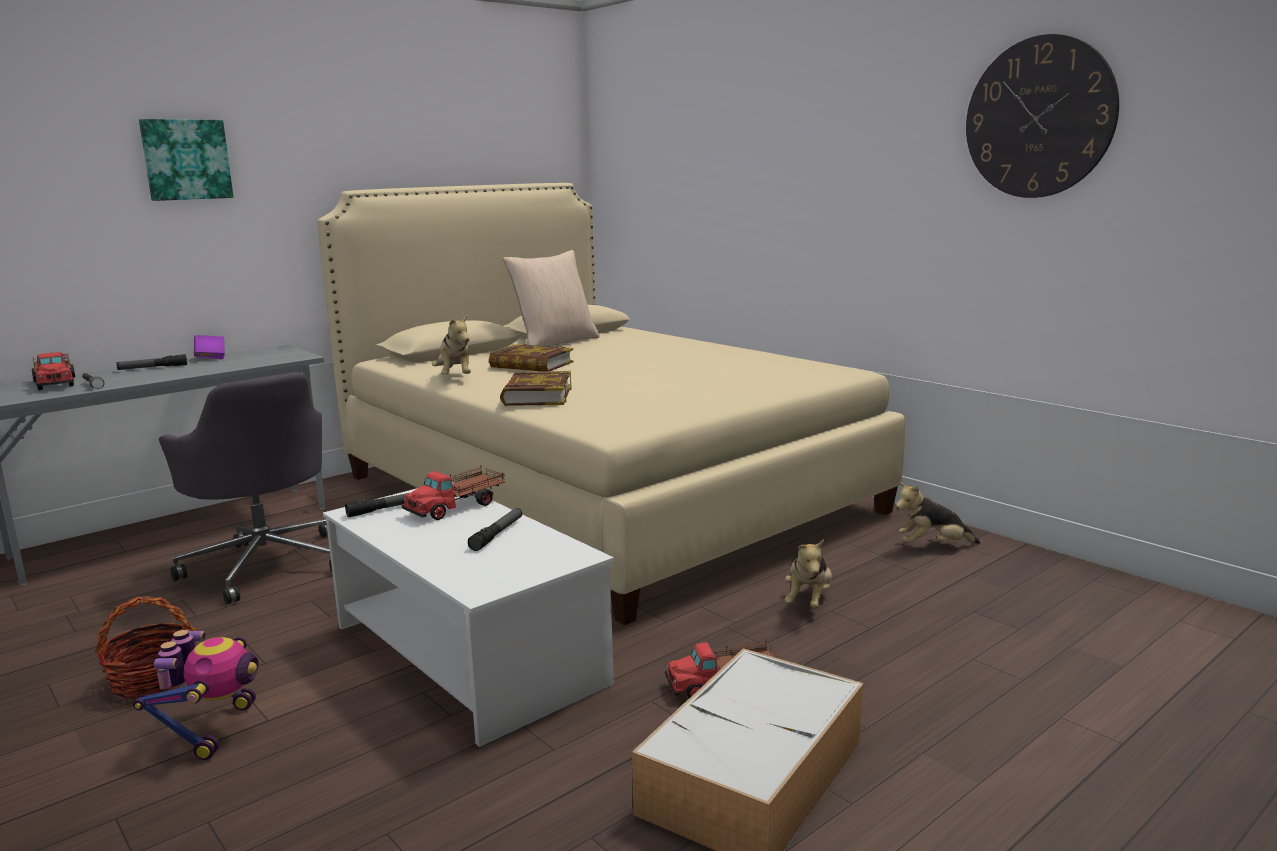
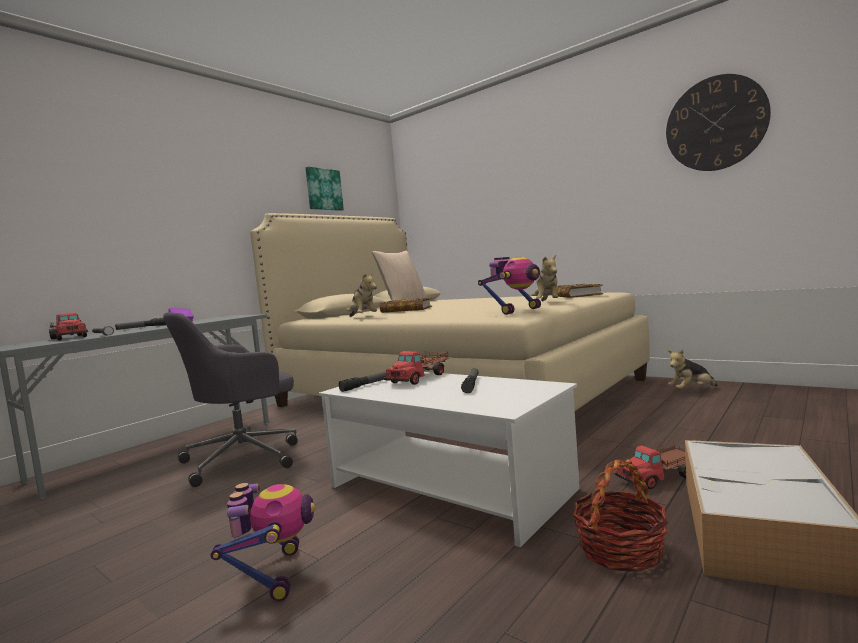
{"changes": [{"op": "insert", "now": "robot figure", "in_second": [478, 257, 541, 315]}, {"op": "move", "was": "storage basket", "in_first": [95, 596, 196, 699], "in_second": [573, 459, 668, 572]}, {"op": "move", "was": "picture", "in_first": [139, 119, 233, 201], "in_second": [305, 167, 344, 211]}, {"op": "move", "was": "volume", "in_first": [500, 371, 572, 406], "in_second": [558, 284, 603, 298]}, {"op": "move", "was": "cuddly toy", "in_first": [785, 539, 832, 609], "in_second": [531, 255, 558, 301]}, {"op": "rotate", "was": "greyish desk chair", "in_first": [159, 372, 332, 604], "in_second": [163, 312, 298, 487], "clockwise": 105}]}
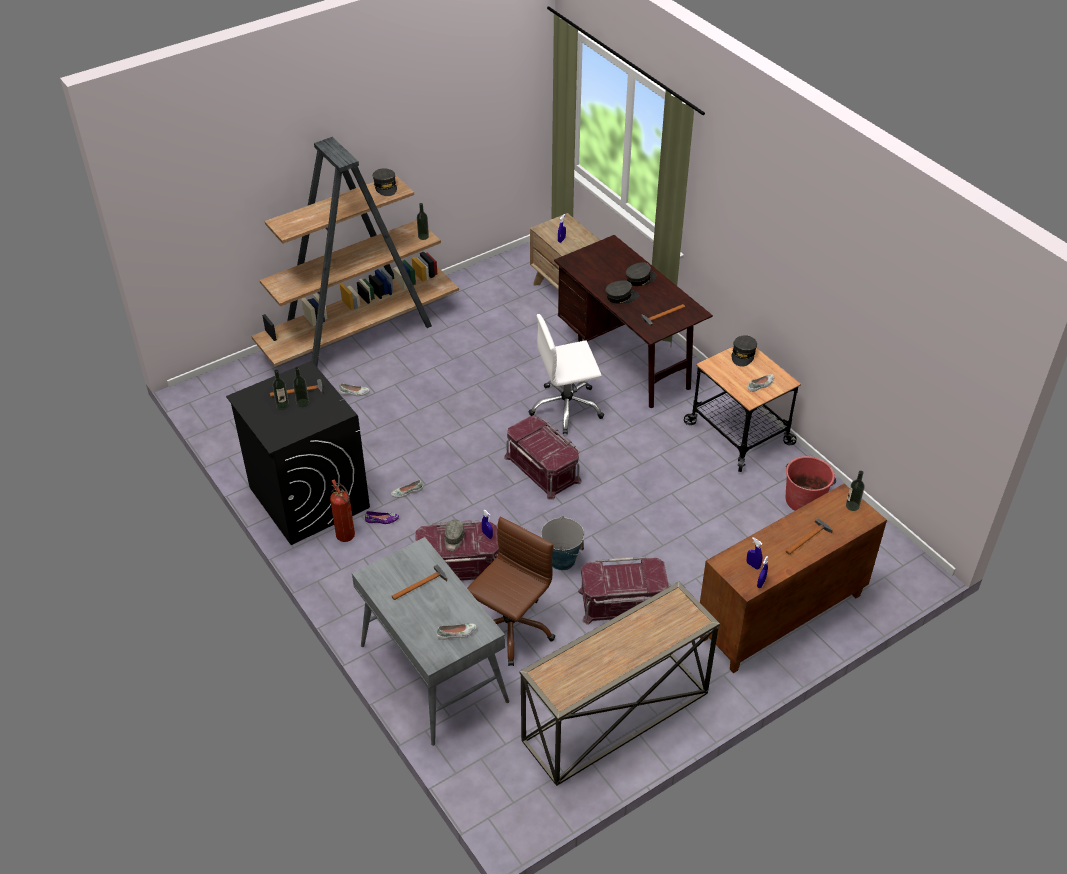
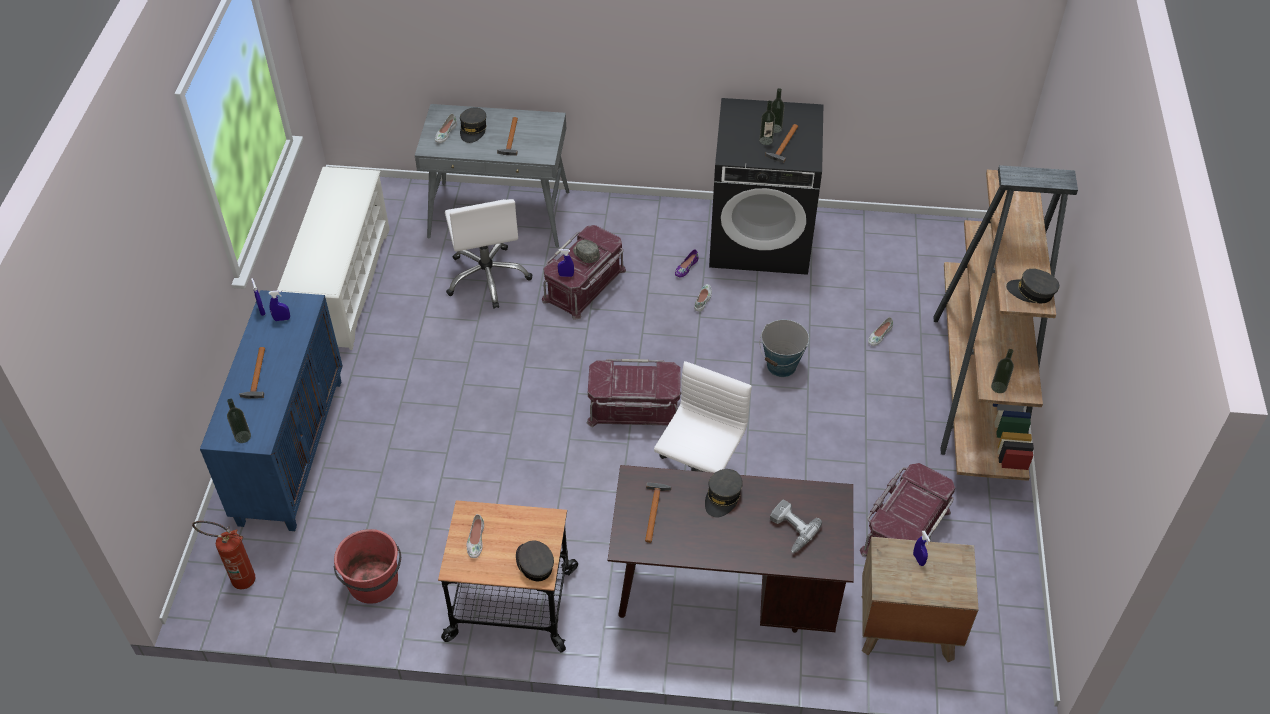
{"changes": [{"op": "insert", "now": "drill", "in_second": [770, 500, 822, 553]}, {"op": "move", "was": "fire extinguisher", "in_first": [330, 479, 355, 542], "in_second": [192, 521, 255, 589]}, {"op": "move", "was": "water bucket", "in_first": [541, 516, 584, 570], "in_second": [759, 319, 809, 377]}, {"op": "move", "was": "red storage container", "in_first": [578, 557, 669, 625], "in_second": [860, 463, 955, 557]}, {"op": "move", "was": "greyish cap", "in_first": [626, 262, 657, 286], "in_second": [460, 107, 487, 143]}, {"op": "replace", "was": "console table", "now": "white shoe stand", "in_first": [519, 582, 720, 786], "in_second": [277, 167, 390, 350]}, {"op": "recolor", "was": "brown-coloured desk chair", "now": "white desk chair", "in_first": [467, 517, 555, 666], "in_second": [445, 199, 532, 309]}, {"op": "recolor", "was": "brown-coloured storage cabinet", "now": "blue-coloured storage cabinet", "in_first": [700, 484, 887, 673], "in_second": [200, 290, 343, 531]}]}
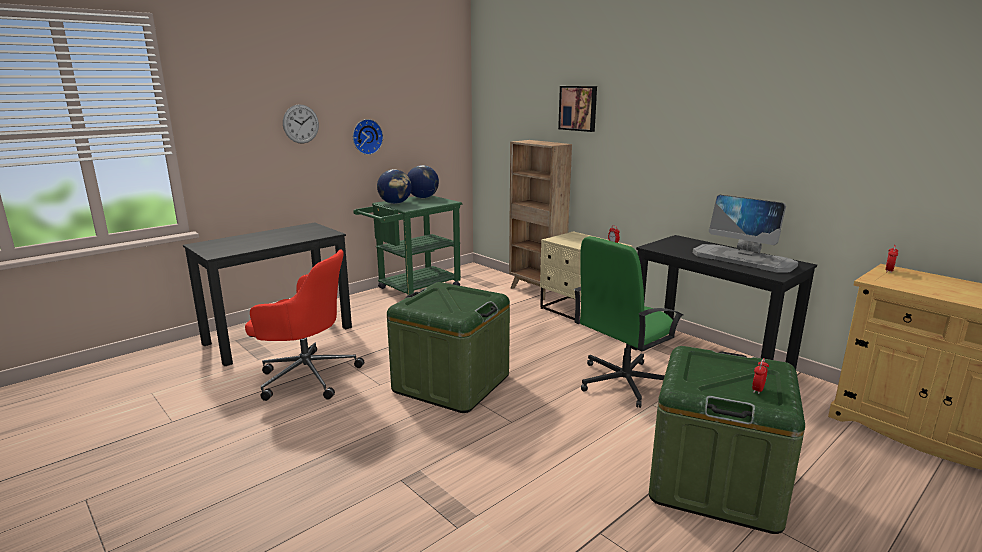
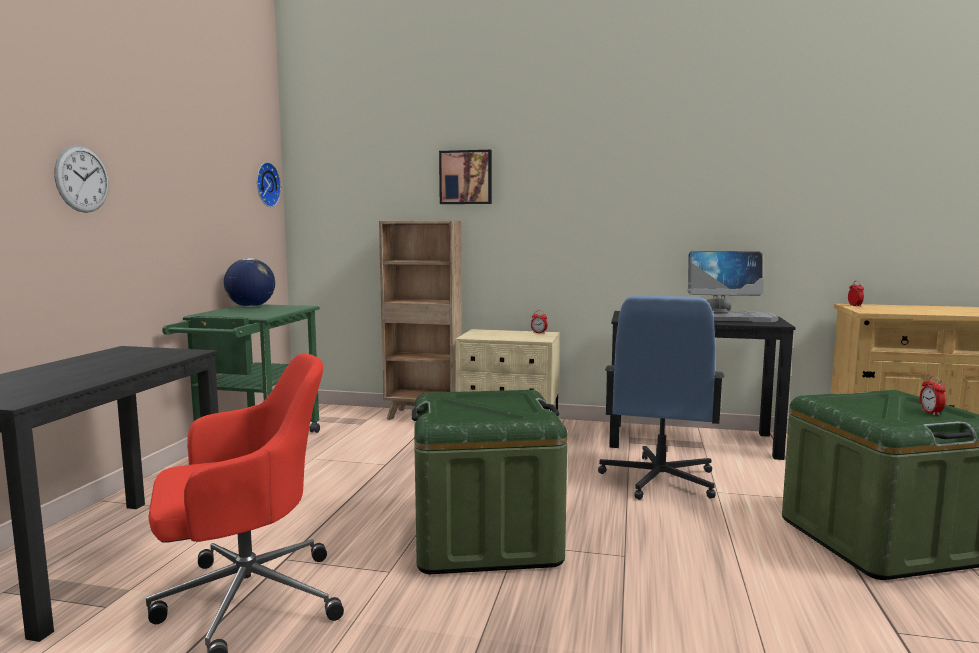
{"changes": [{"op": "delete", "was": "world globe", "in_first": [377, 169, 412, 204]}, {"op": "move", "was": "clock on the wall", "in_first": [353, 119, 383, 155], "in_second": [257, 162, 281, 207]}, {"op": "recolor", "was": "green desk chair", "now": "blue-coloured desk chair", "in_first": [574, 236, 683, 408], "in_second": [598, 295, 724, 500]}]}
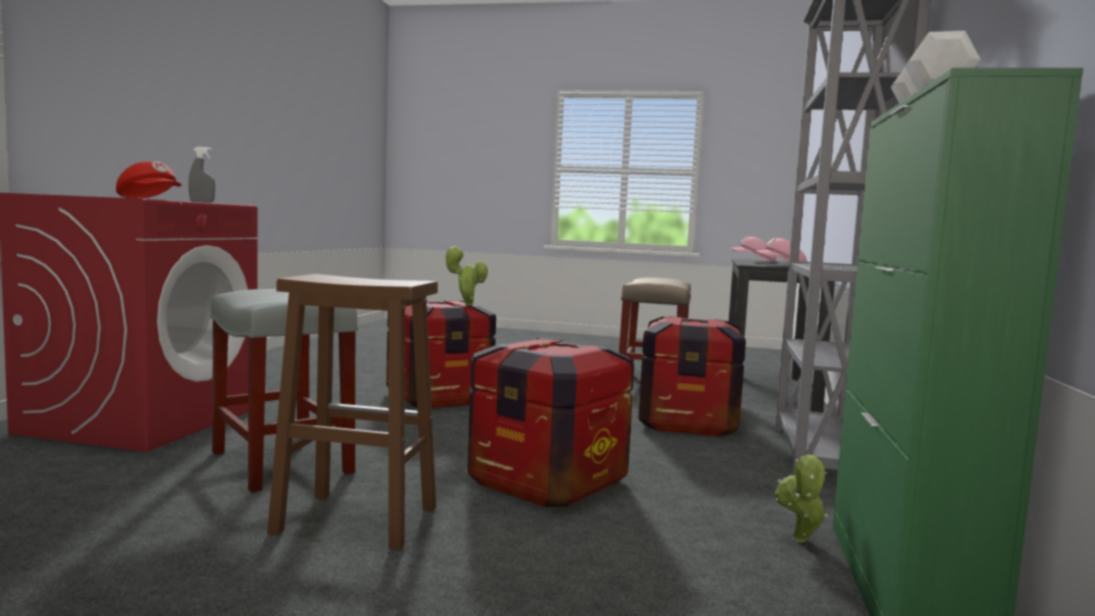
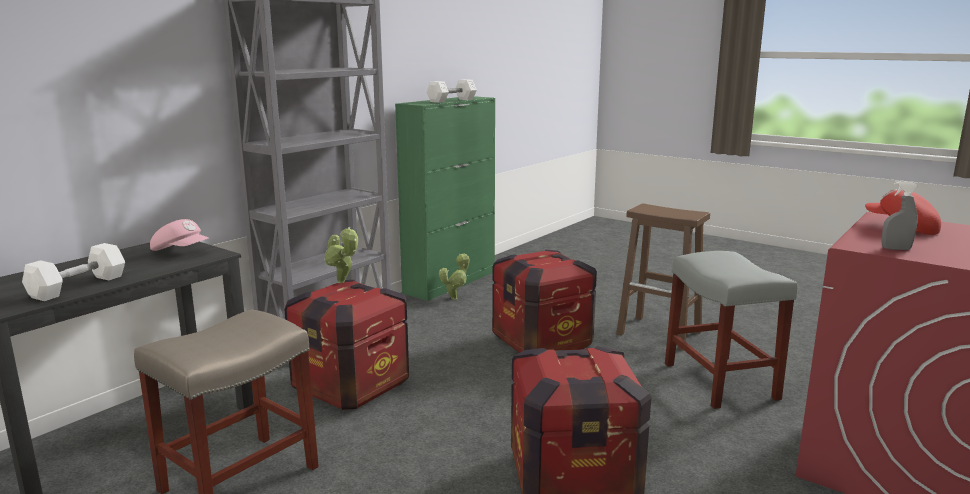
{"changes": [{"op": "move", "was": "potted plant", "in_first": [445, 246, 488, 306], "in_second": [324, 227, 358, 283]}, {"op": "replace", "was": "pink cap", "now": "white free weight", "in_first": [730, 236, 776, 262], "in_second": [22, 243, 125, 301]}]}
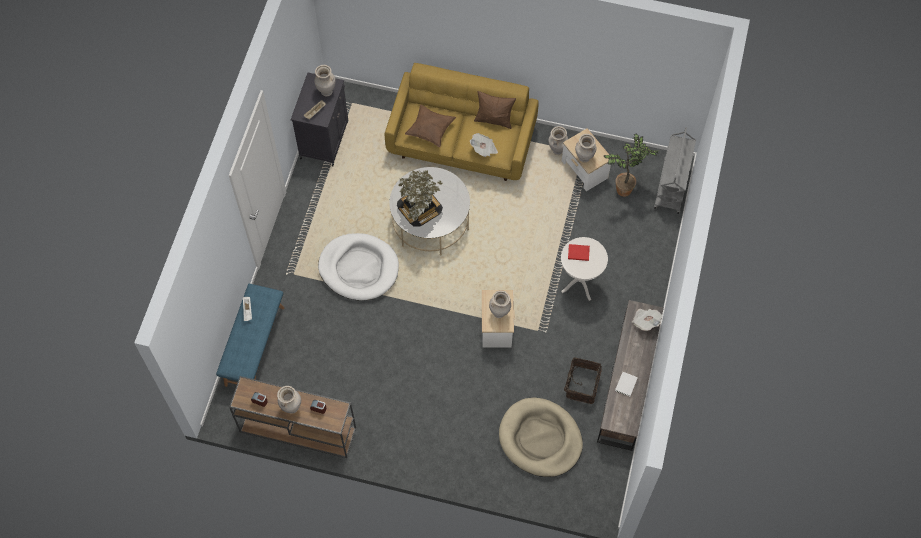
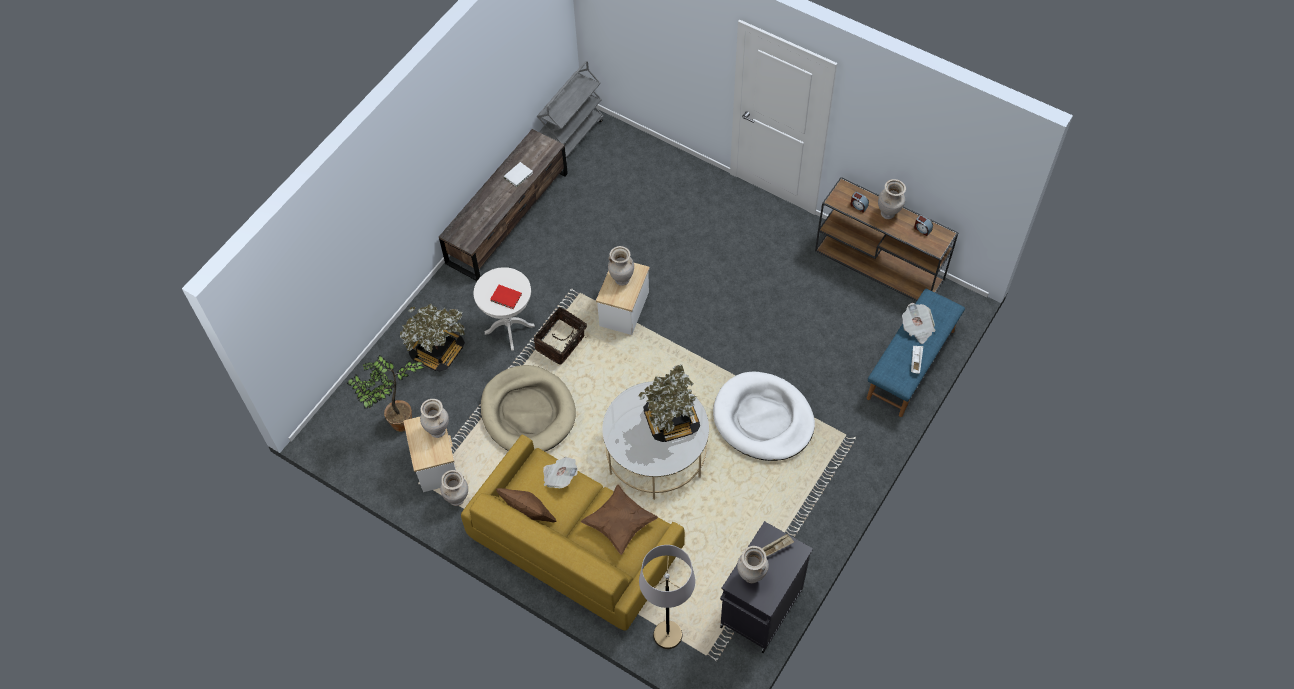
{"changes": [{"op": "insert", "now": "potted plant", "in_second": [400, 304, 465, 371]}, {"op": "insert", "now": "greyish floor lamp", "in_second": [639, 545, 695, 649]}, {"op": "move", "was": "beige pet bed", "in_first": [499, 397, 583, 477], "in_second": [481, 365, 576, 451]}, {"op": "move", "was": "storage basket", "in_first": [564, 357, 602, 404], "in_second": [534, 307, 587, 365]}, {"op": "move", "was": "printed paper", "in_first": [632, 309, 662, 331], "in_second": [902, 303, 936, 344]}, {"op": "move", "was": "greyish trolley", "in_first": [654, 127, 696, 214], "in_second": [537, 61, 603, 162]}]}
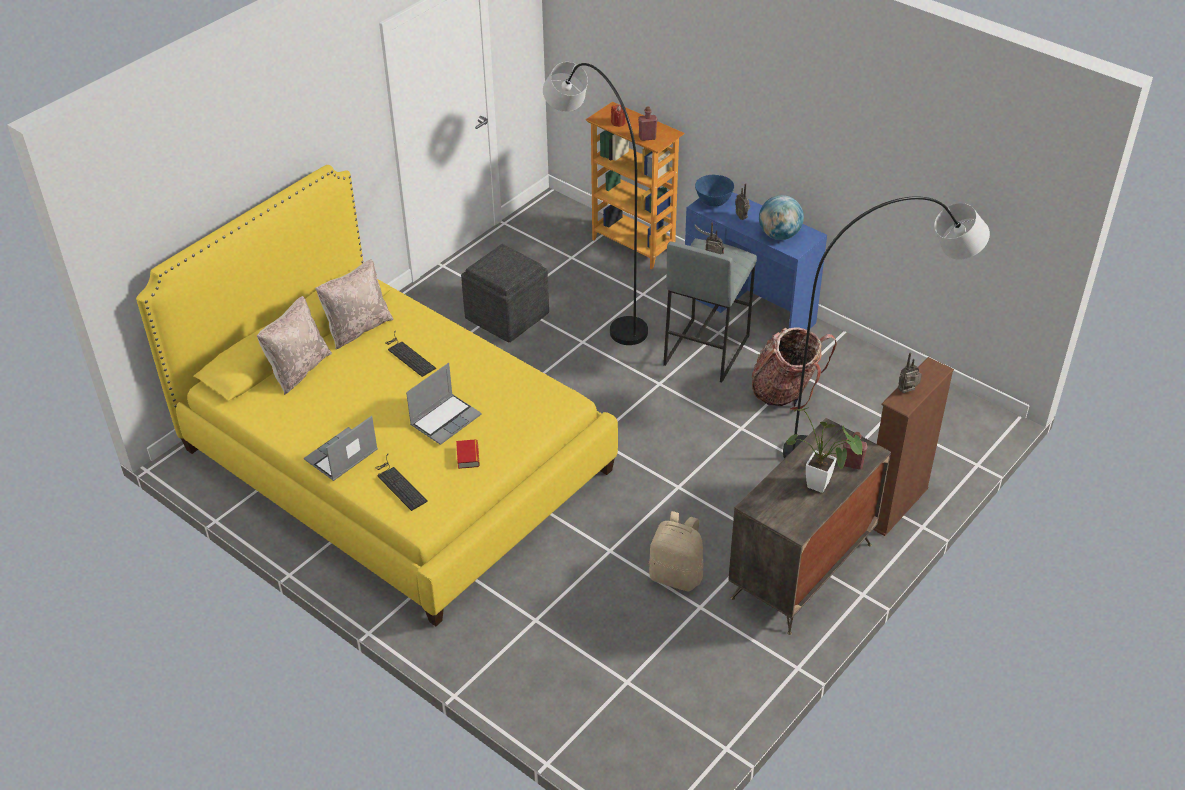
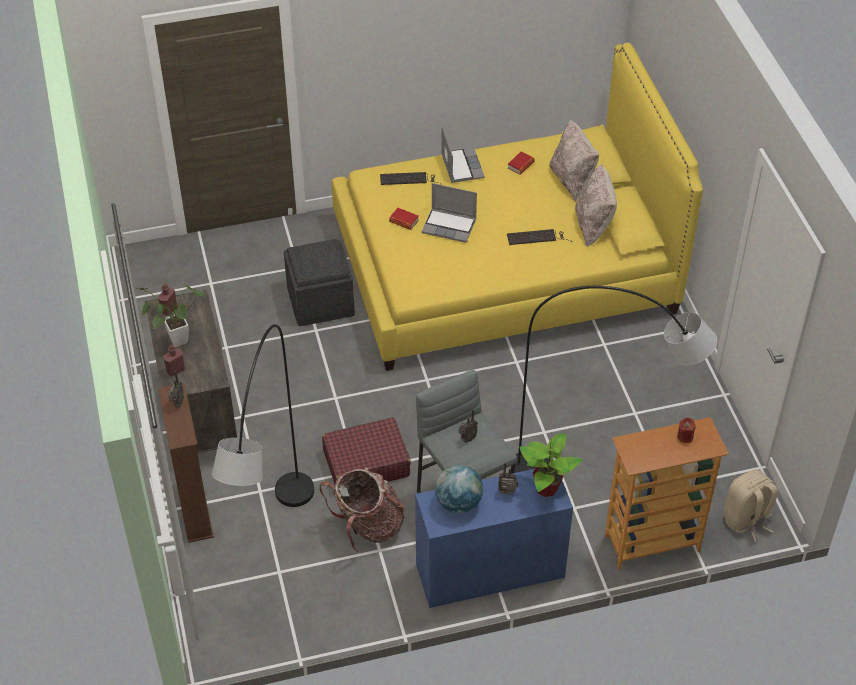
{"changes": [{"op": "insert", "now": "red piece of luggage", "in_second": [322, 417, 411, 484]}, {"op": "insert", "now": "volume", "in_second": [507, 151, 534, 175]}, {"op": "move", "was": "greyish ottoman", "in_first": [461, 244, 549, 342], "in_second": [284, 239, 355, 326]}, {"op": "move", "was": "red drink bottle", "in_first": [638, 106, 657, 141], "in_second": [158, 284, 177, 316]}, {"op": "move", "was": "beige rucksack", "in_first": [649, 511, 703, 591], "in_second": [723, 469, 778, 542]}, {"op": "replace", "was": "blue-coloured bowl", "now": "potted plant", "in_first": [695, 175, 734, 206], "in_second": [519, 433, 583, 497]}, {"op": "rotate", "was": "portable computer", "in_first": [406, 363, 481, 445], "in_second": [422, 183, 477, 243], "clockwise": -60}]}
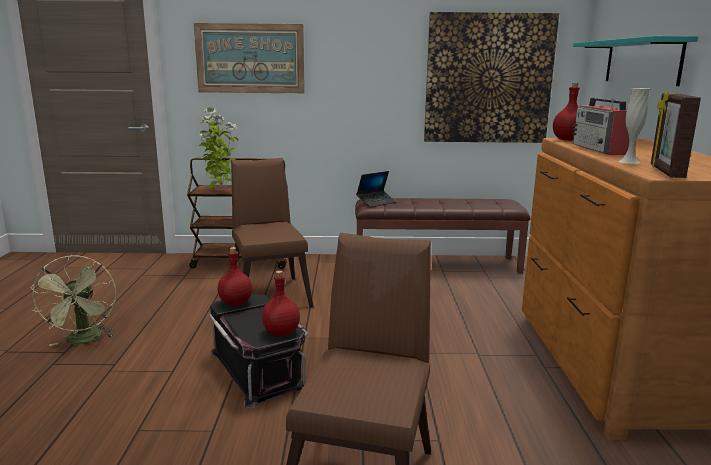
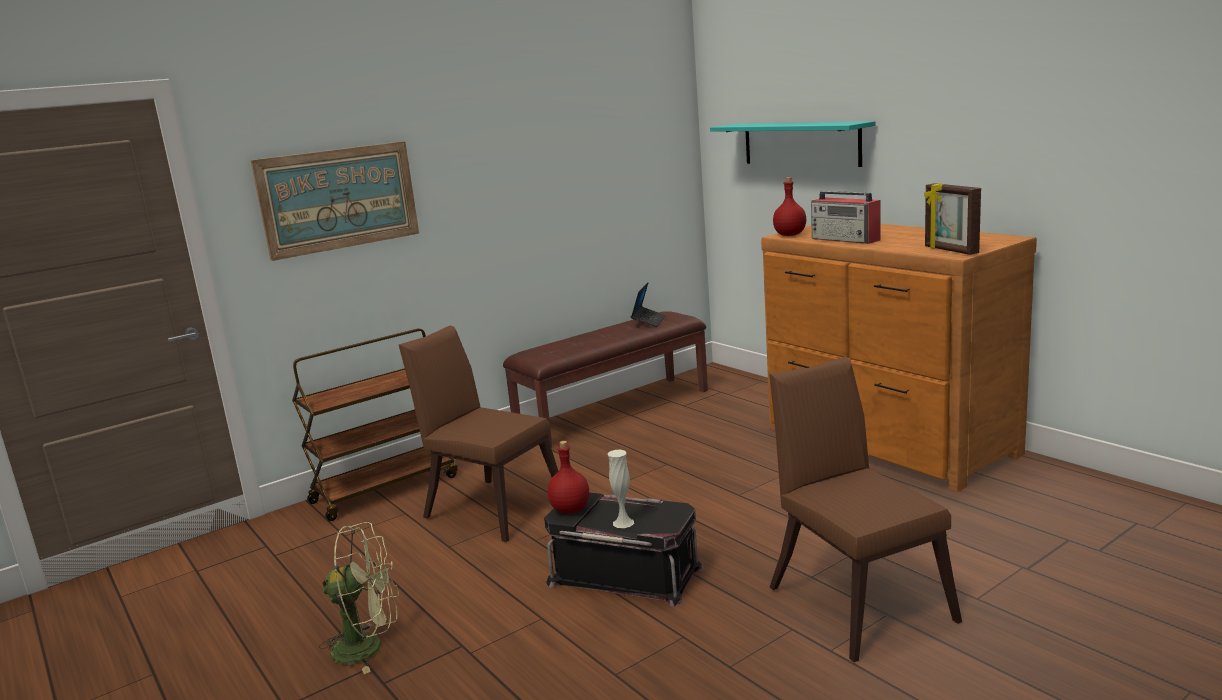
{"changes": [{"op": "delete", "was": "potted plant", "in_first": [199, 107, 239, 191]}, {"op": "delete", "was": "red drink bottle", "in_first": [262, 271, 300, 336]}, {"op": "delete", "was": "picture", "in_first": [424, 12, 559, 143]}, {"op": "move", "was": "portable computer", "in_first": [356, 171, 397, 207], "in_second": [631, 282, 666, 327]}, {"op": "move", "was": "white decorative vase", "in_first": [618, 88, 650, 164], "in_second": [608, 450, 634, 528]}, {"op": "rotate", "was": "green electric fan", "in_first": [30, 255, 116, 346], "in_second": [319, 522, 399, 674], "clockwise": -45}]}
